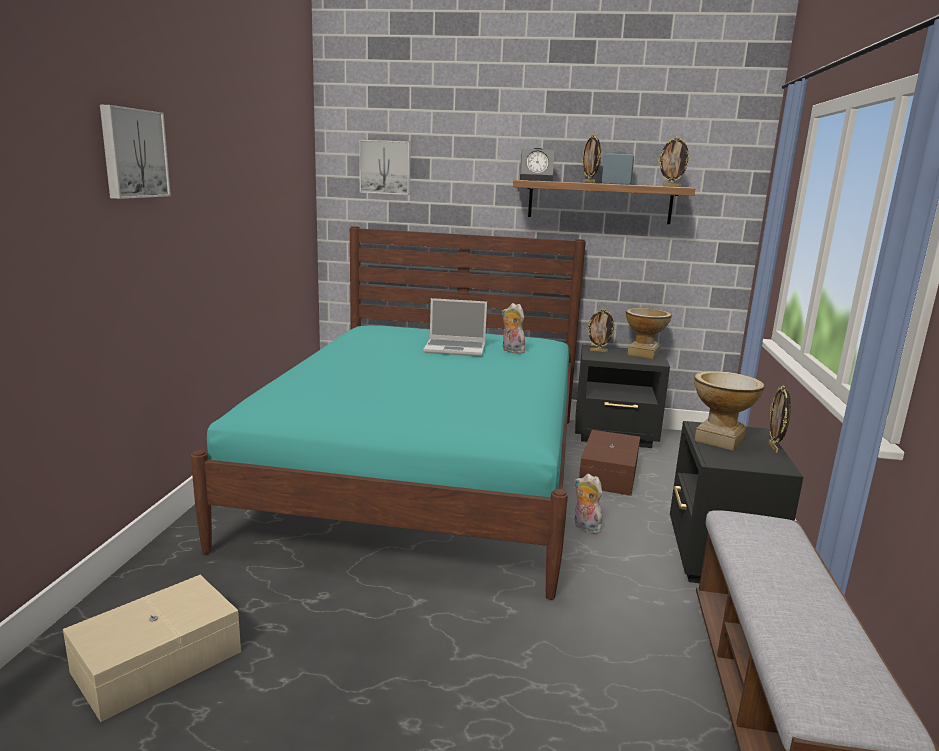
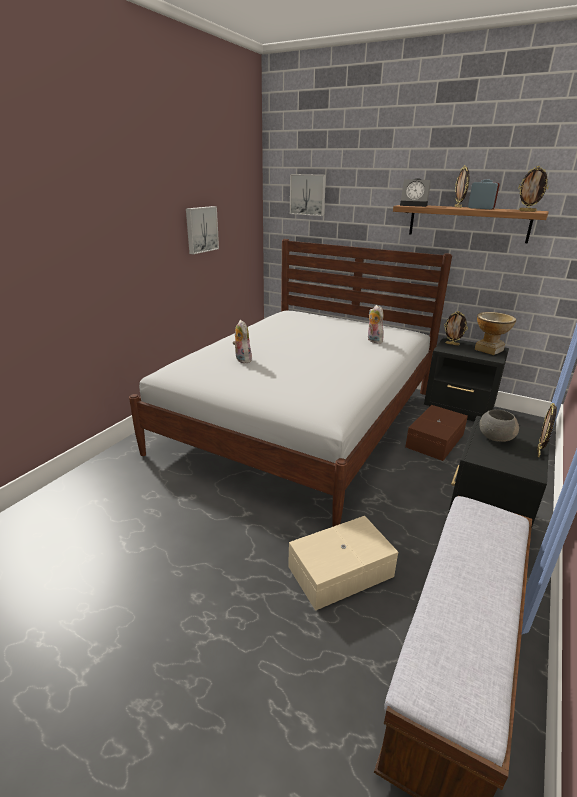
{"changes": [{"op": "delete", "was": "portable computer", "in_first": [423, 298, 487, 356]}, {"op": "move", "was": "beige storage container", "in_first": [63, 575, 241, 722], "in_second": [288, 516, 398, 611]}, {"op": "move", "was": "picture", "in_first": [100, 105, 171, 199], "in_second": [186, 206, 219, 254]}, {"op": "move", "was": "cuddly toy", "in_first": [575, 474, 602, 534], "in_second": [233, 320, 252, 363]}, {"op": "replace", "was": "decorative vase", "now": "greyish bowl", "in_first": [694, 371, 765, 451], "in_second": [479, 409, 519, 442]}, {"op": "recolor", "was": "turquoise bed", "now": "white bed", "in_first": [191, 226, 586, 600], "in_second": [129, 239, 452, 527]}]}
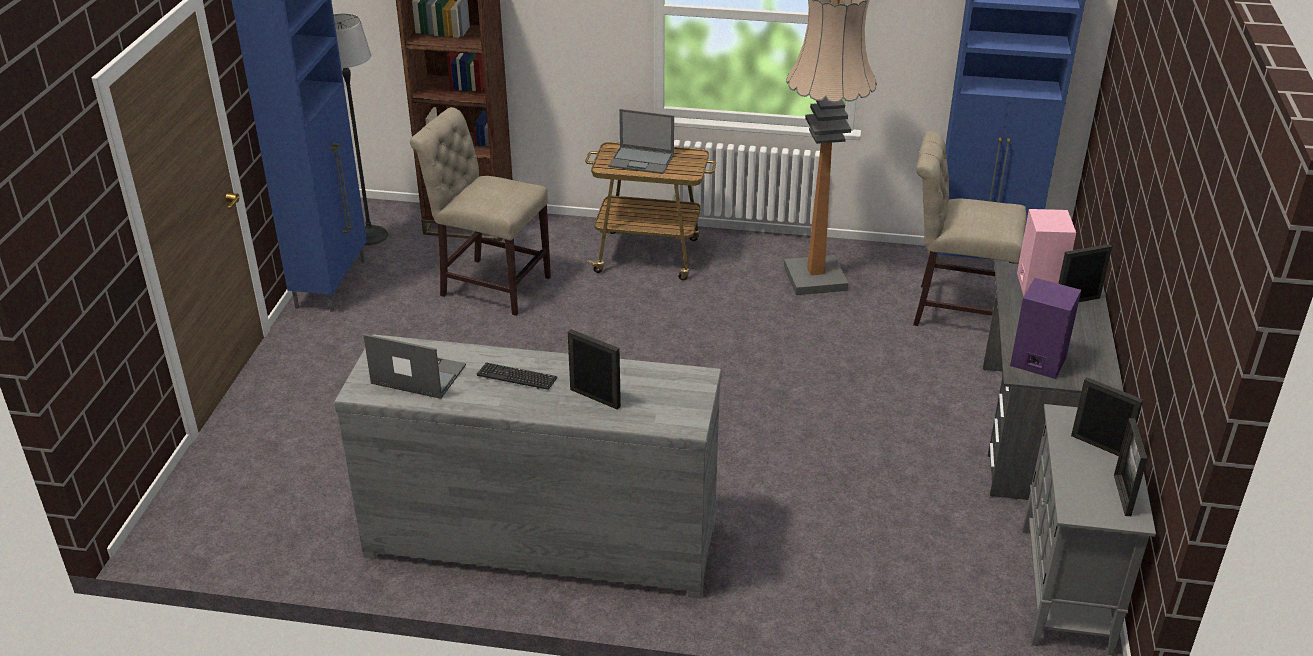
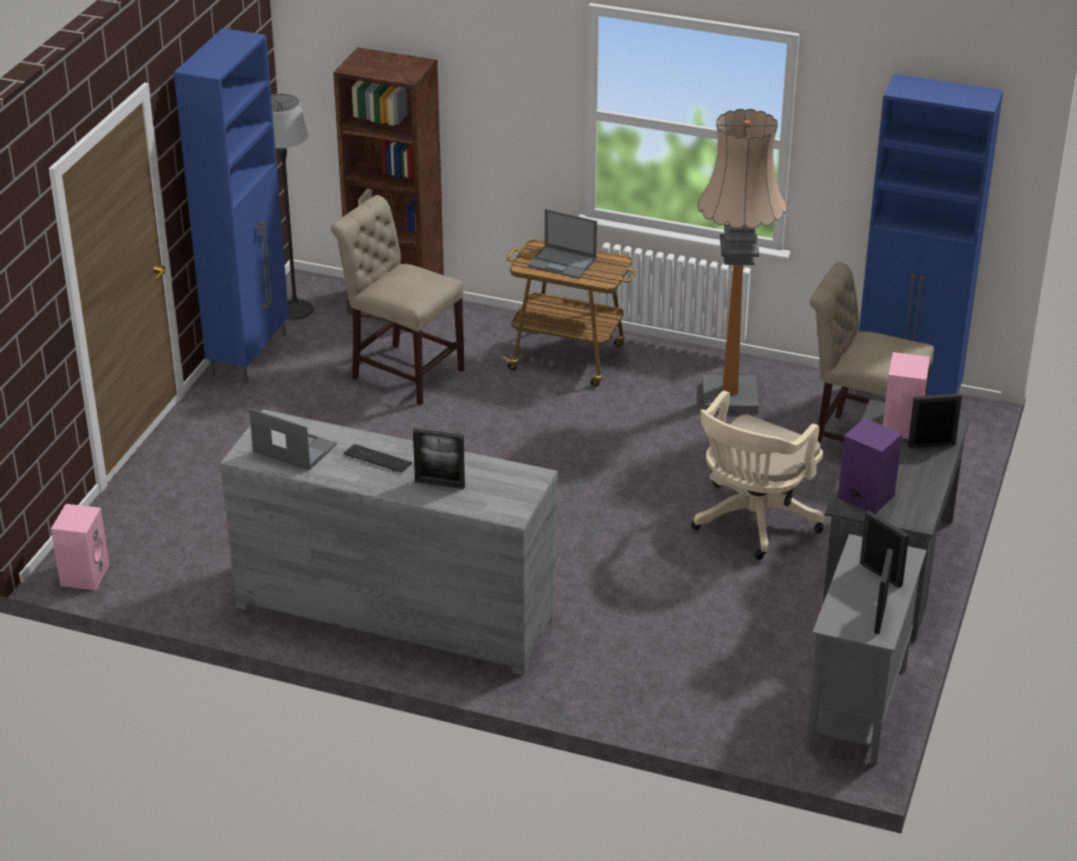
{"changes": [{"op": "insert", "now": "pink loudspeaker", "in_second": [51, 504, 109, 590]}, {"op": "insert", "now": "beige desk chair", "in_second": [691, 391, 824, 559]}, {"op": "rotate", "was": "standing frame", "in_first": [568, 329, 621, 410], "in_second": [413, 428, 465, 489], "clockwise": 150}]}
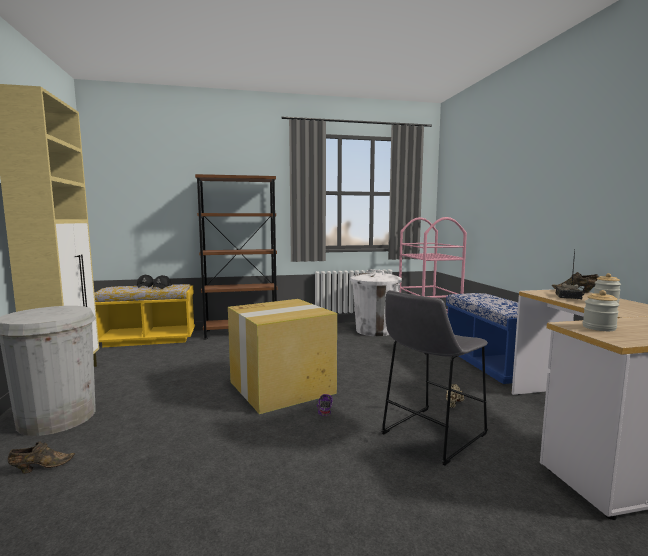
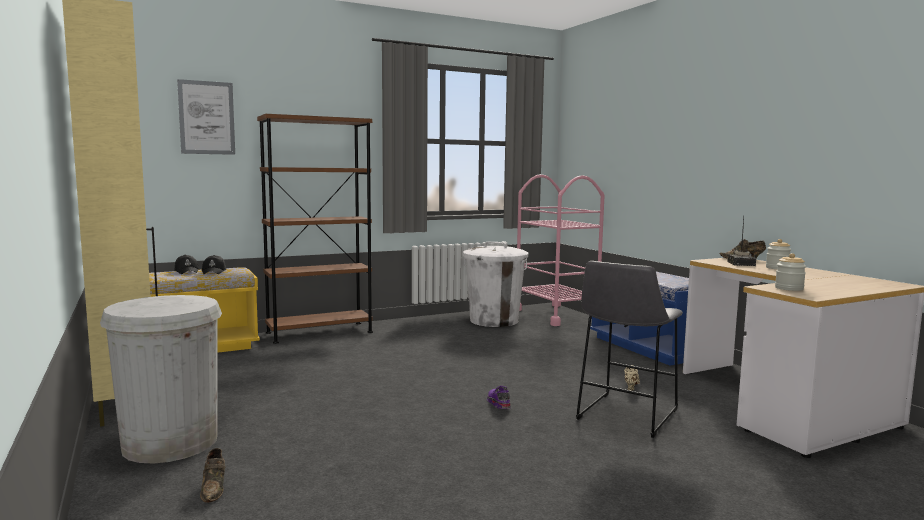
{"changes": [{"op": "delete", "was": "packing box", "in_first": [228, 299, 337, 414]}, {"op": "insert", "now": "picture", "in_second": [177, 79, 235, 155]}, {"op": "rotate", "was": "brown-coloured item of footwear", "in_first": [8, 441, 75, 474], "in_second": [200, 448, 226, 503], "clockwise": 120}]}
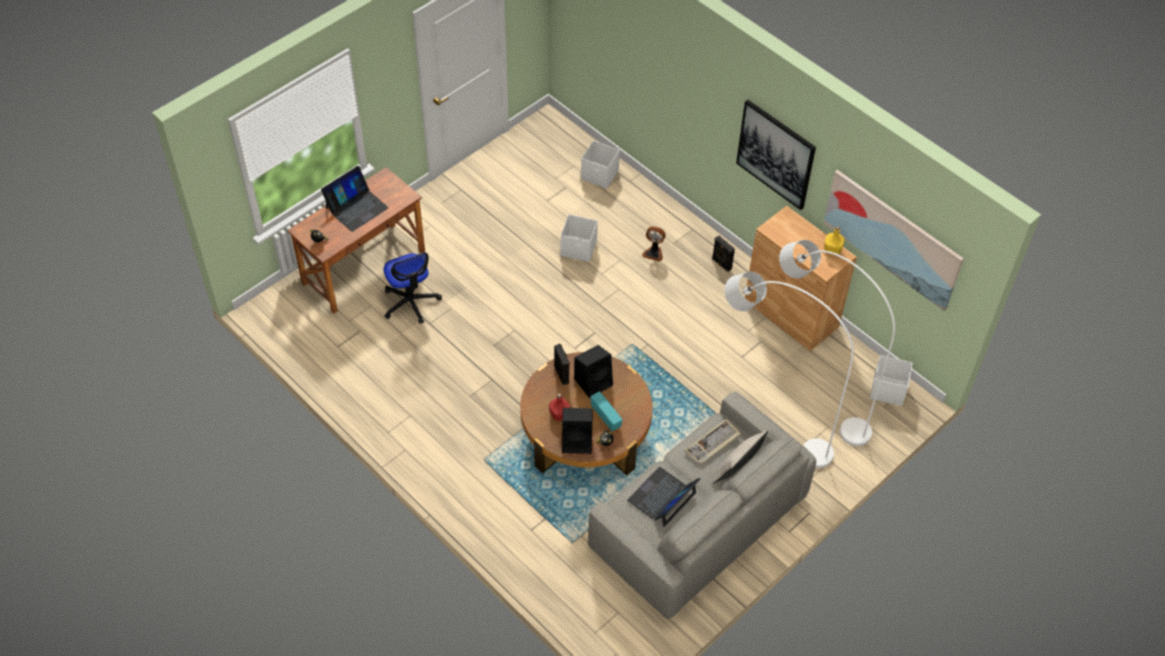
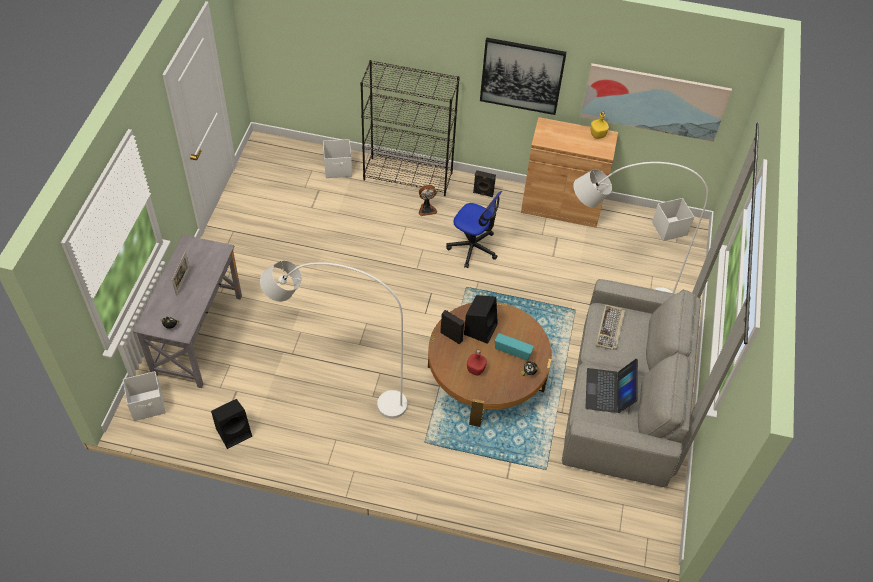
{"changes": [{"op": "delete", "was": "beige throw pillow", "in_first": [712, 430, 768, 484]}, {"op": "insert", "now": "blackish bookshelf", "in_second": [360, 60, 460, 196]}, {"op": "move", "was": "desk chair", "in_first": [383, 252, 442, 324], "in_second": [446, 191, 502, 268]}, {"op": "move", "was": "white storage container", "in_first": [561, 214, 598, 262], "in_second": [123, 371, 166, 421]}, {"op": "move", "was": "blackish loudspeaker", "in_first": [562, 408, 593, 454], "in_second": [211, 399, 252, 449]}, {"op": "move", "was": "white floor lamp", "in_first": [779, 240, 895, 446], "in_second": [260, 261, 407, 418]}, {"op": "replace", "was": "portable computer", "now": "standing frame", "in_first": [321, 166, 388, 232], "in_second": [171, 252, 190, 296]}, {"op": "recolor", "was": "brown-coloured desk unit", "now": "greyish desk unit", "in_first": [287, 167, 425, 314], "in_second": [133, 235, 242, 388]}]}
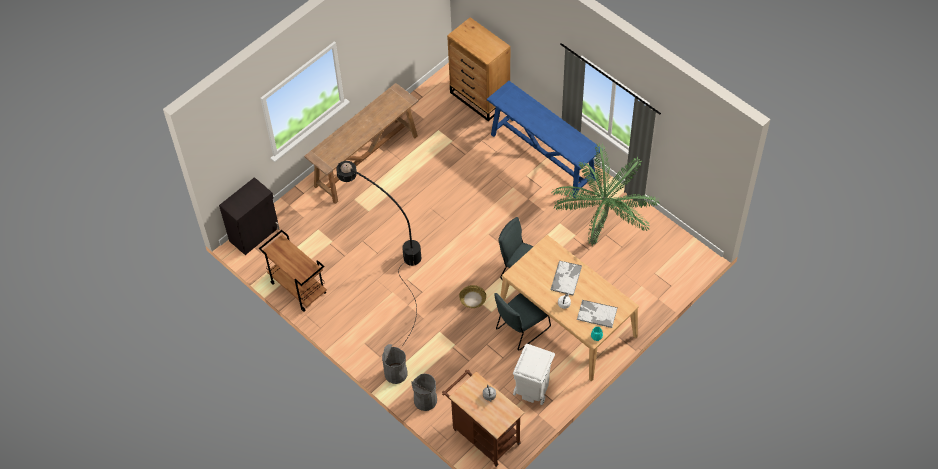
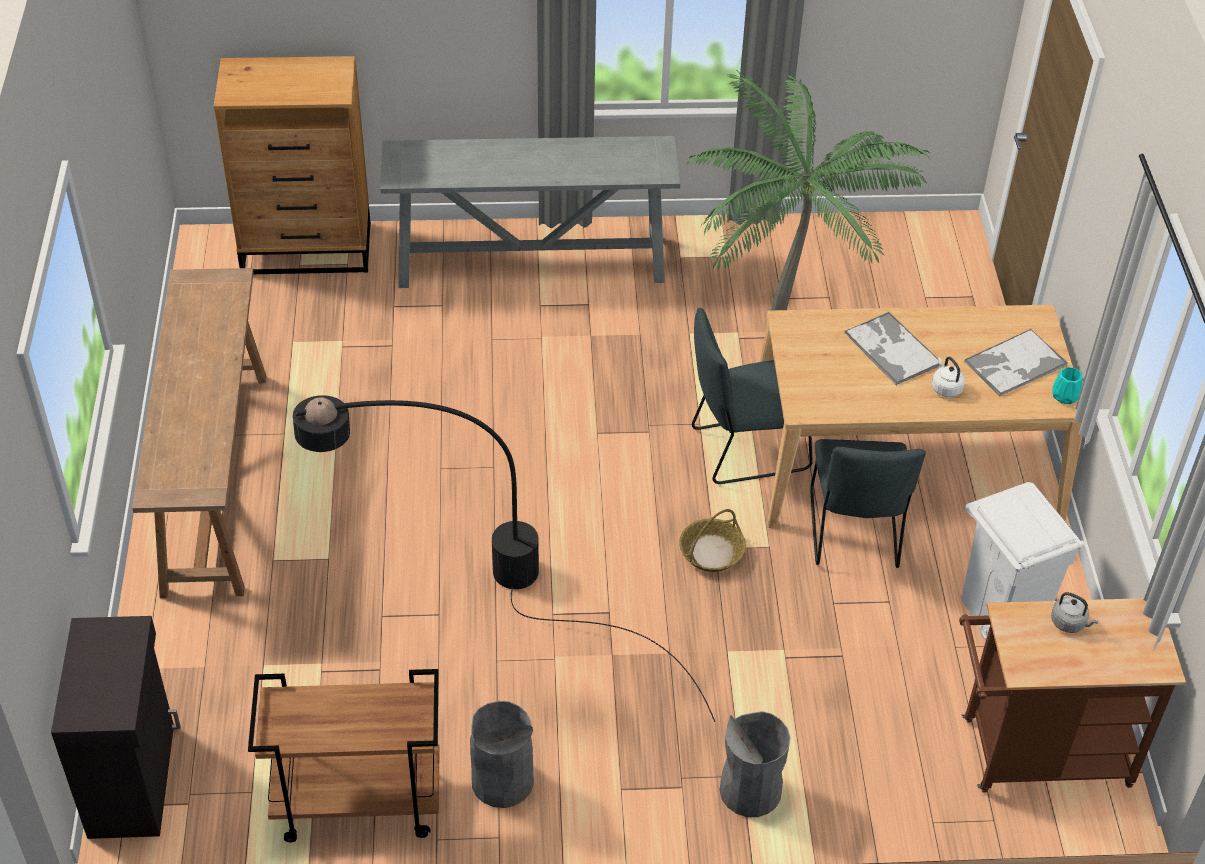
{"changes": [{"op": "move", "was": "greyish rubbish bin", "in_first": [411, 373, 437, 411], "in_second": [470, 701, 534, 808]}, {"op": "recolor", "was": "blue-coloured console table", "now": "greyish console table", "in_first": [487, 81, 602, 198], "in_second": [380, 136, 680, 288]}]}
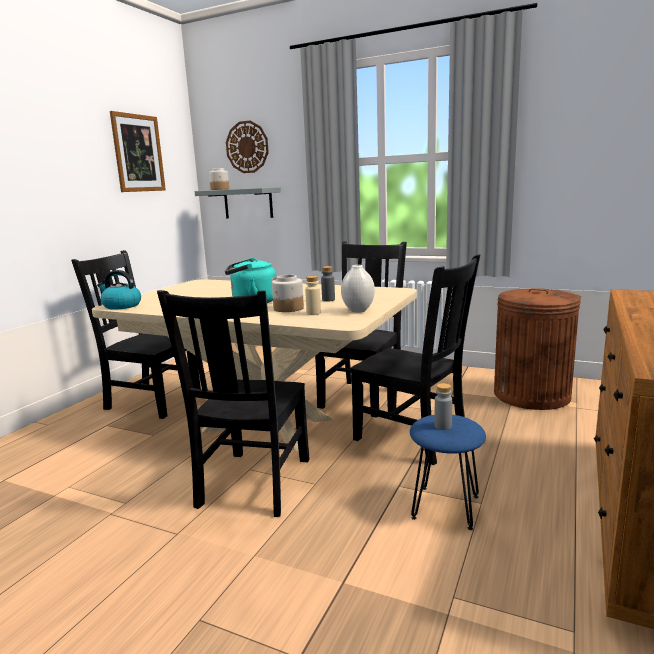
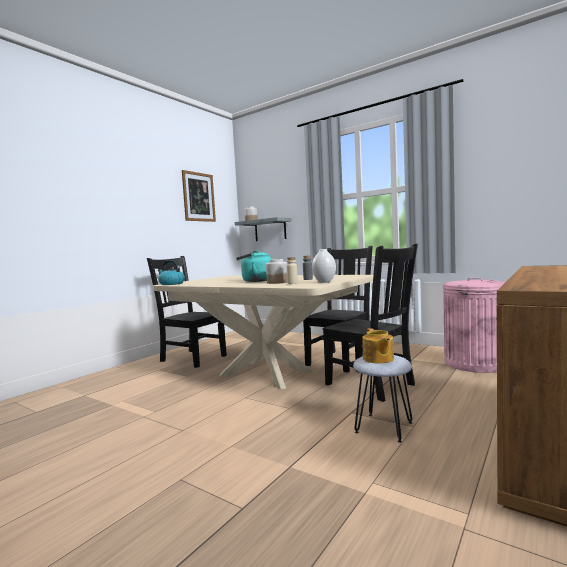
{"changes": [{"op": "delete", "was": "blackish upright chair", "in_first": [157, 290, 310, 517]}, {"op": "delete", "was": "clock on the wall", "in_first": [226, 121, 269, 173]}, {"op": "replace", "was": "greyish drink bottle", "now": "teapot", "in_first": [434, 383, 452, 430], "in_second": [362, 328, 394, 364]}, {"op": "recolor", "was": "blue-coloured stool", "now": "greyish stool", "in_first": [410, 415, 486, 530], "in_second": [353, 355, 412, 443]}, {"op": "recolor", "was": "brown-coloured rubbish bin", "now": "pink rubbish bin", "in_first": [494, 288, 581, 410], "in_second": [443, 278, 505, 373]}]}
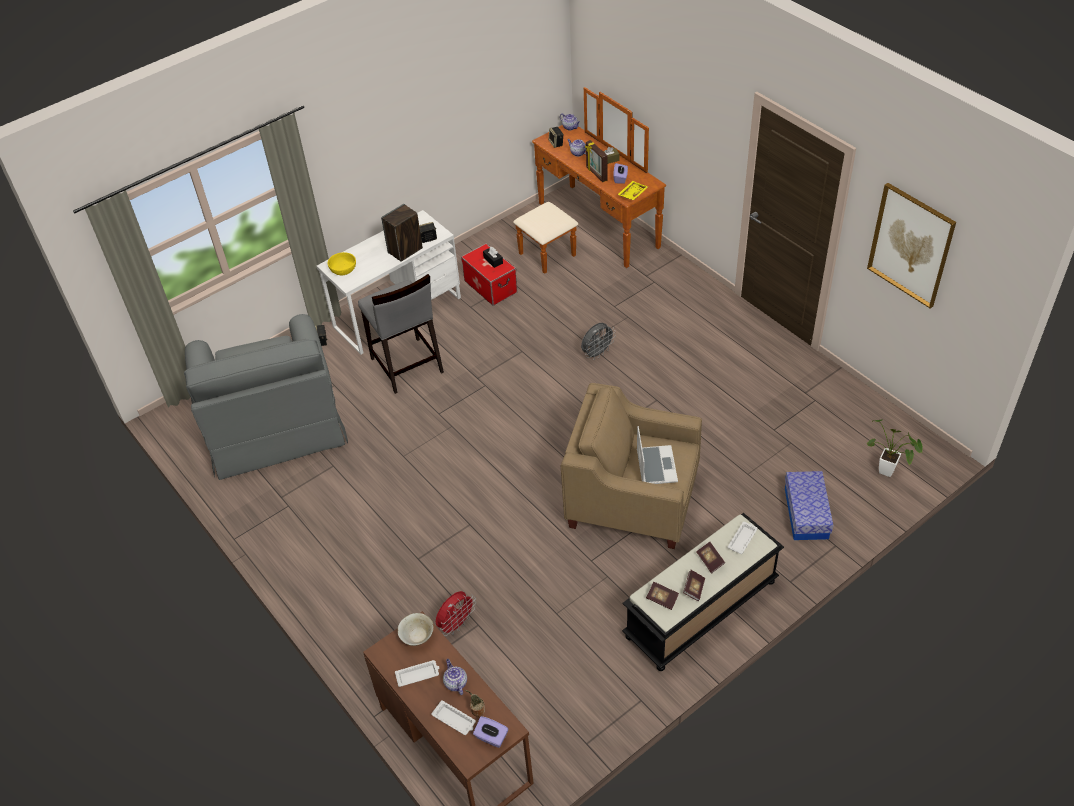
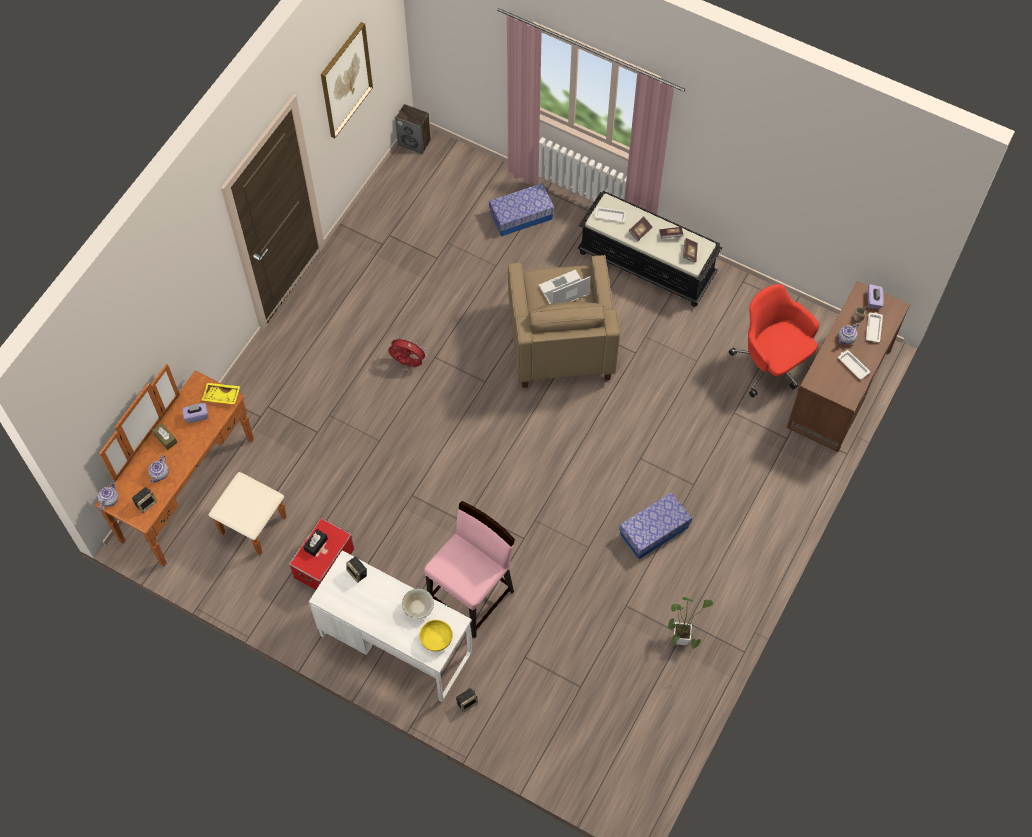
{"changes": [{"op": "delete", "was": "greyish armchair", "in_first": [184, 314, 348, 480]}, {"op": "delete", "was": "greyish electric fan", "in_first": [581, 323, 616, 360]}, {"op": "delete", "was": "standing frame", "in_first": [585, 140, 608, 182]}, {"op": "insert", "now": "storage container", "in_second": [619, 492, 692, 559]}, {"op": "insert", "now": "red desk chair", "in_second": [729, 284, 819, 397]}, {"op": "move", "was": "loudspeaker", "in_first": [381, 204, 423, 262], "in_second": [395, 104, 431, 154]}, {"op": "move", "was": "beige bowl", "in_first": [398, 613, 434, 646], "in_second": [402, 589, 434, 619]}, {"op": "move", "was": "red electric fan", "in_first": [436, 591, 476, 636], "in_second": [388, 336, 428, 367]}, {"op": "move", "was": "potted plant", "in_first": [866, 419, 923, 477], "in_second": [668, 597, 713, 649]}, {"op": "recolor", "was": "greyish stool", "now": "pink stool", "in_first": [358, 274, 444, 394], "in_second": [424, 501, 515, 639]}]}
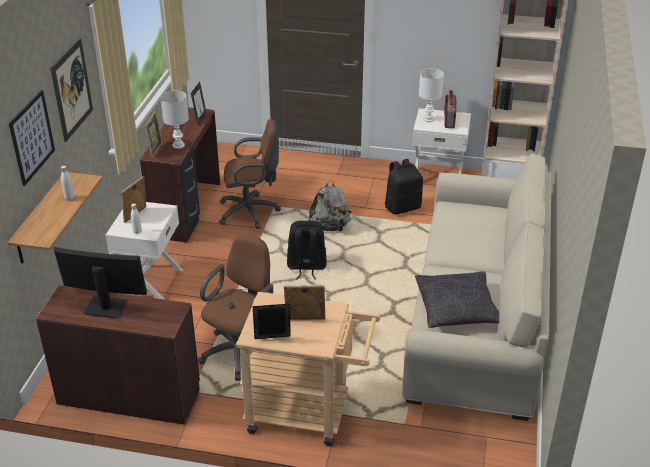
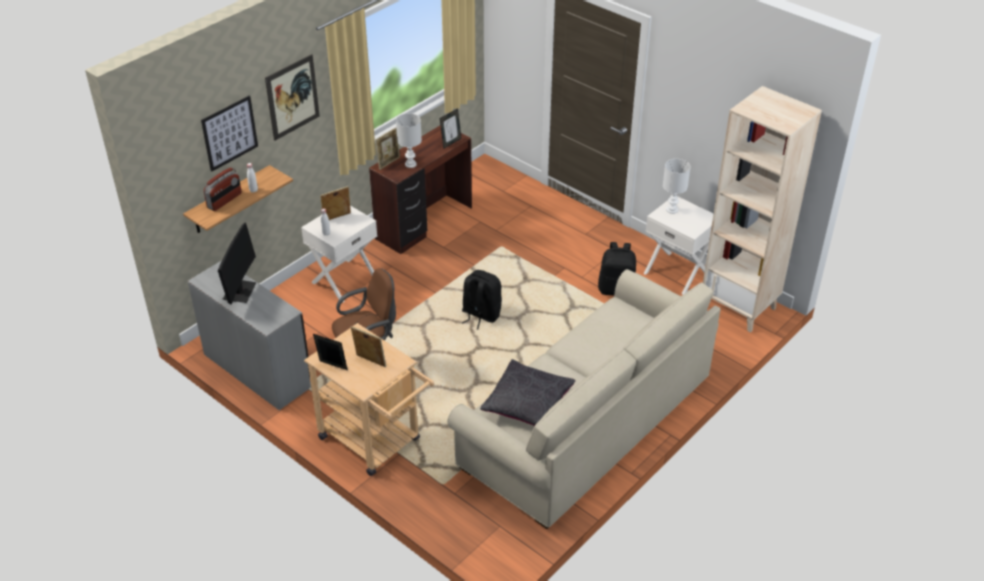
{"changes": [{"op": "delete", "was": "brown-coloured desk chair", "in_first": [219, 119, 281, 229]}, {"op": "delete", "was": "greyish rucksack", "in_first": [308, 180, 352, 232]}, {"op": "move", "was": "radio set", "in_first": [444, 90, 457, 128], "in_second": [204, 167, 242, 211]}, {"op": "recolor", "was": "brown-coloured desk unit", "now": "greyish desk unit", "in_first": [36, 285, 200, 425], "in_second": [188, 260, 311, 410]}, {"op": "rotate", "was": "computer screen", "in_first": [53, 247, 147, 318], "in_second": [218, 222, 257, 305], "clockwise": 60}]}
